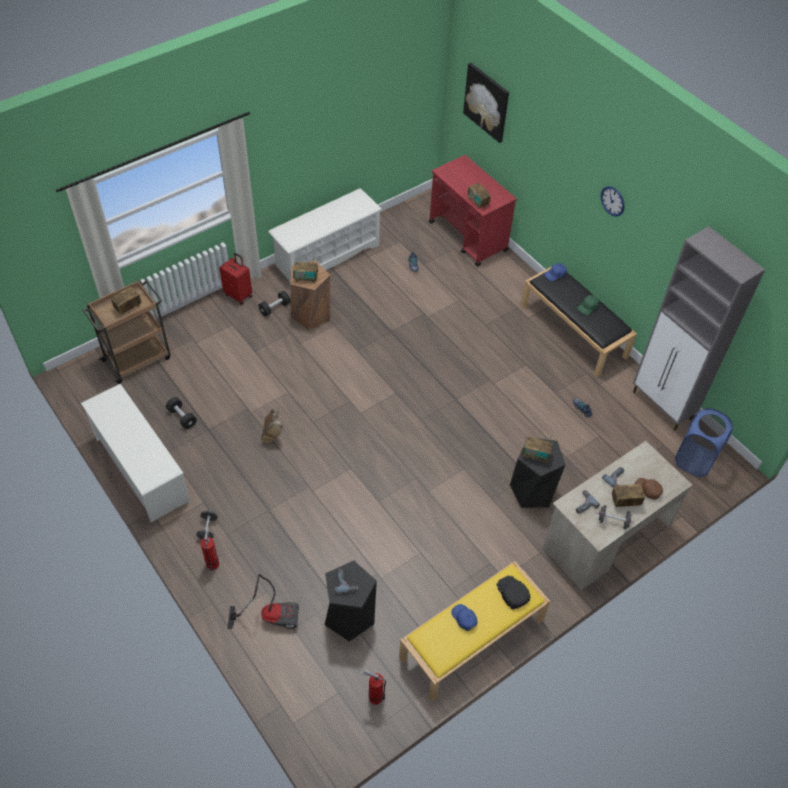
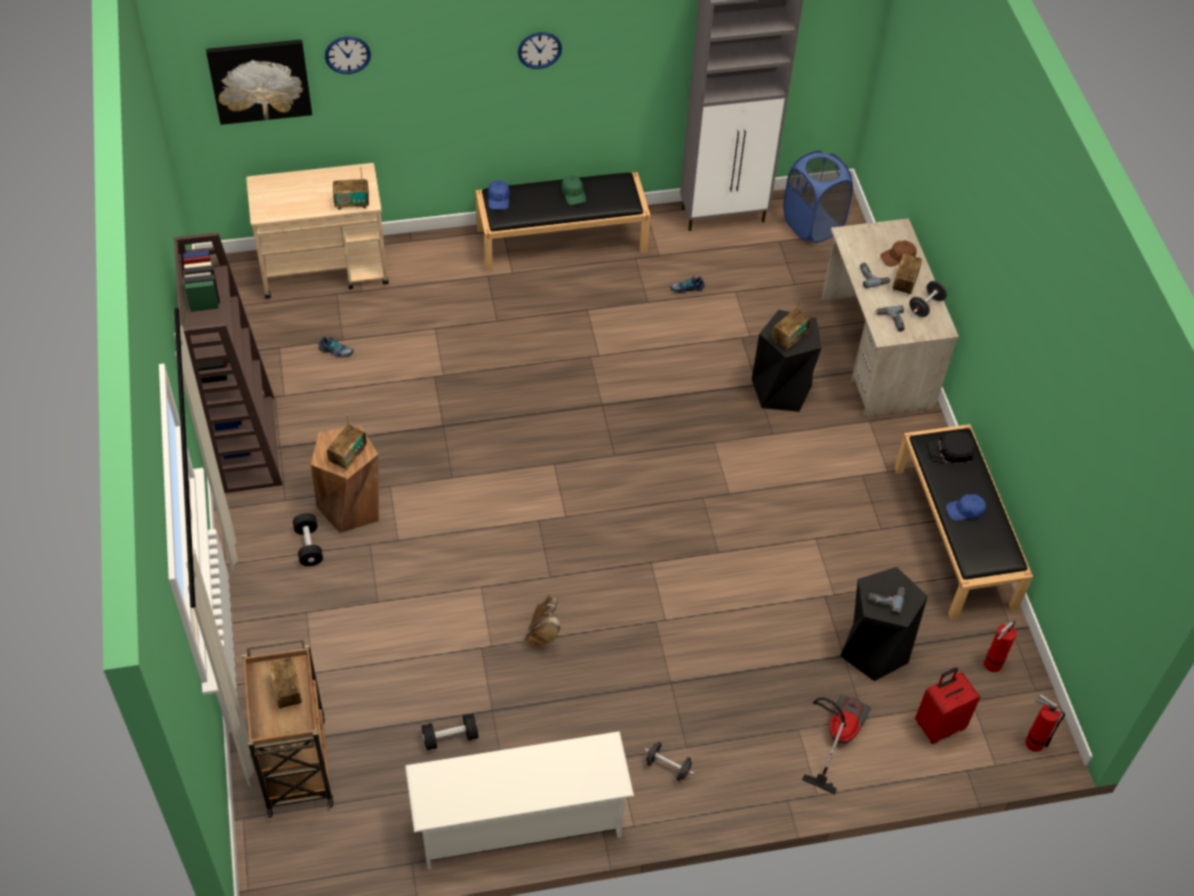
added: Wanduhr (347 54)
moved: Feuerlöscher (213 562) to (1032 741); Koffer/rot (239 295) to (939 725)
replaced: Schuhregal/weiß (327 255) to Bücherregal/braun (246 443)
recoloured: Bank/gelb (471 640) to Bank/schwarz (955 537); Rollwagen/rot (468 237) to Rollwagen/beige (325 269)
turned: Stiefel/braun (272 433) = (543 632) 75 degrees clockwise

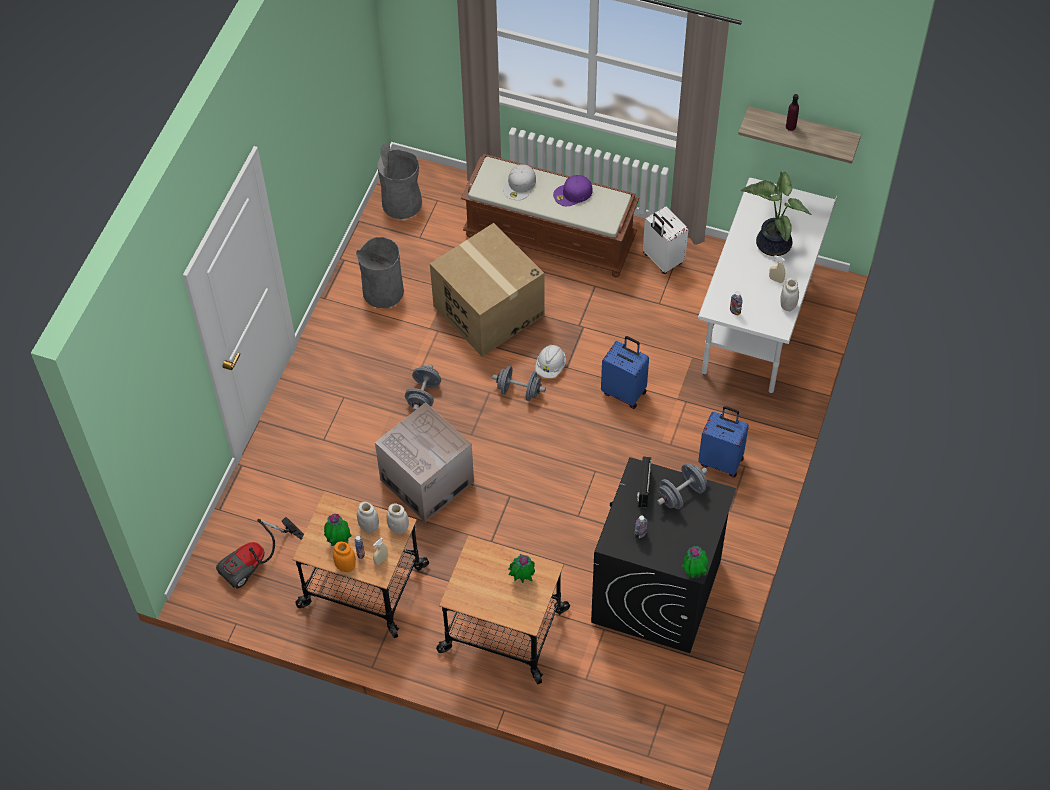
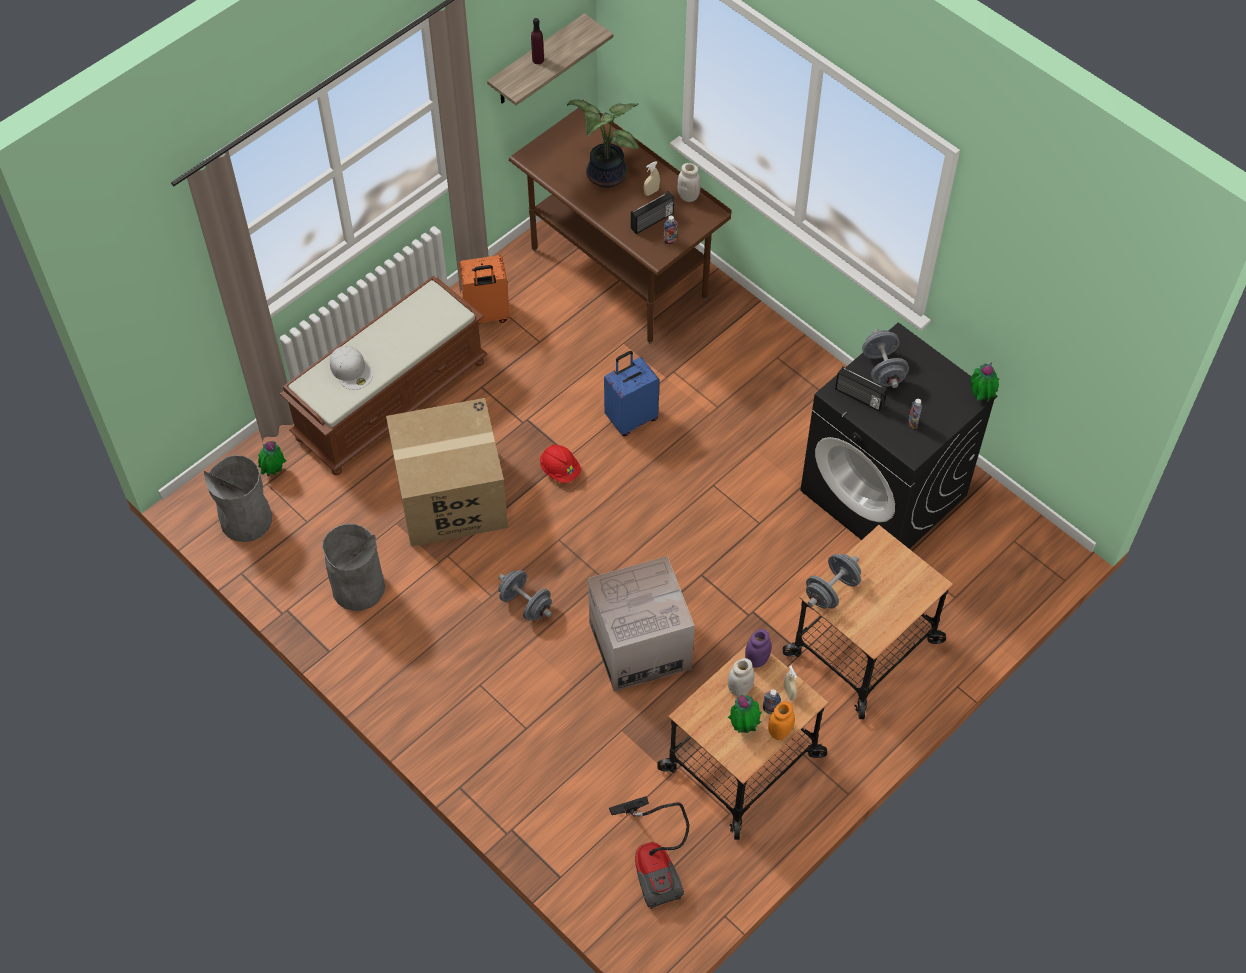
removed: Kappe/lila (572 193); Koffer/blau (721 461)
added: Radio (652 221)
moved: Hantel/grau (519 391) to (831 590); Topfpflanze (522 578) to (274 472)
recoloured: Vorratsglas/weiß (398 528) to Vorratsglas/lila (756 659); Schutzhelm/weiß (550 366) to Schutzhelm/rot (560 470); Koffer/weiß (662 260) to Koffer/orange (486 315); Schreibtisch/weiß (757 326) to Schreibtisch/braun (619 274)

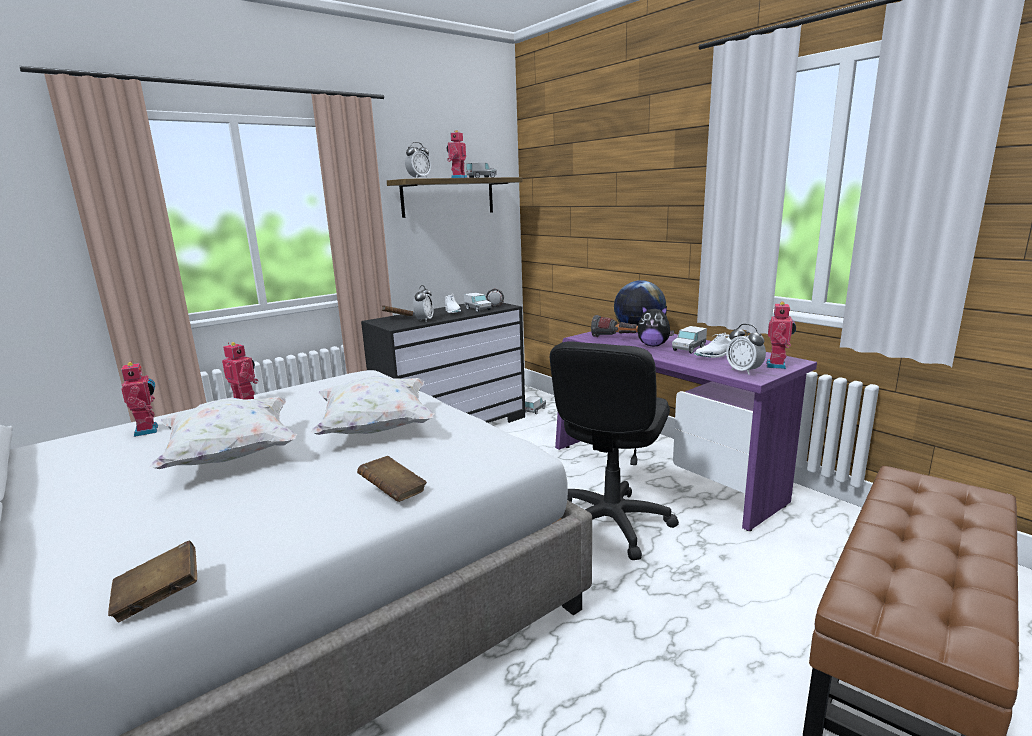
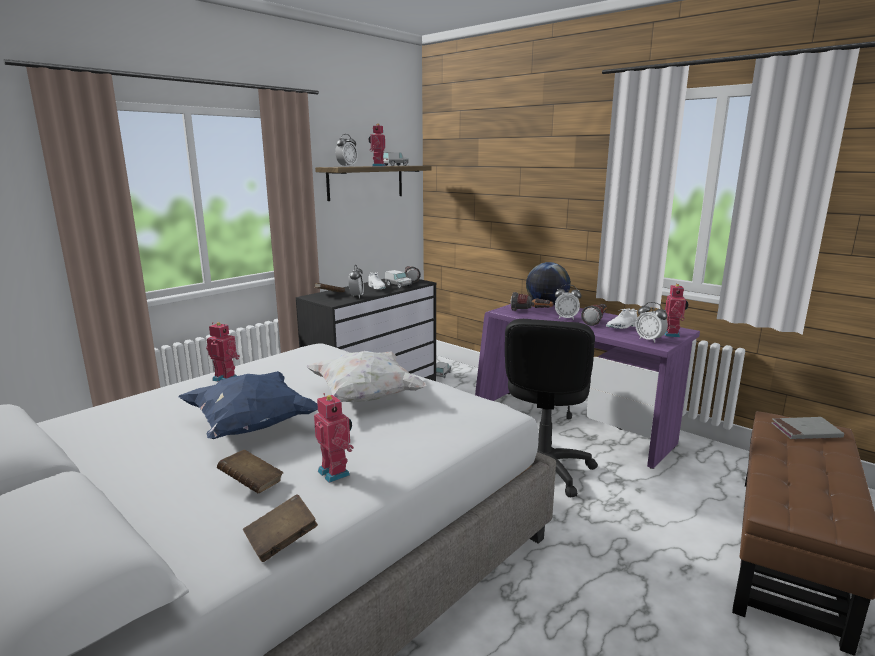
added: Buch/grau (806 431)
moved: Spielzeugroboter (148 430) to (336 472); Buch/braun (393 492) to (252 484)
replaced: Plüschtier (653 345) to Wecker (566 318); Spielzeuglaster (689 349) to Taschenlampe (596 321)
recoloured: Kissen/weiß (232 456) to Kissen/blau (252 425)

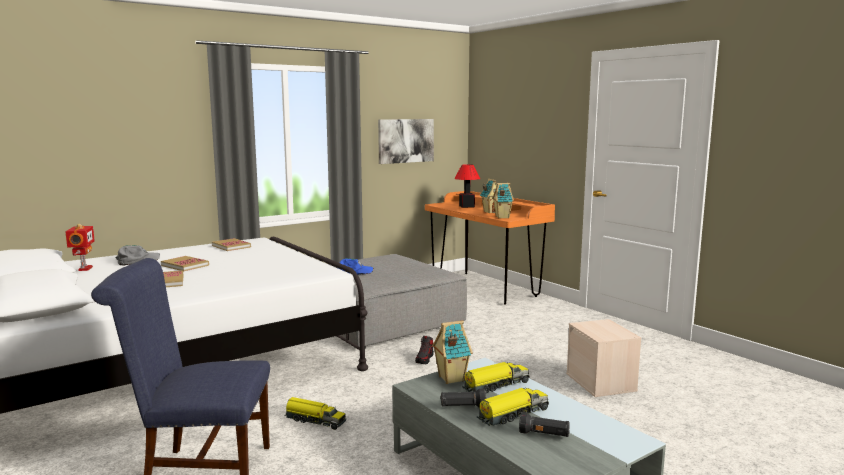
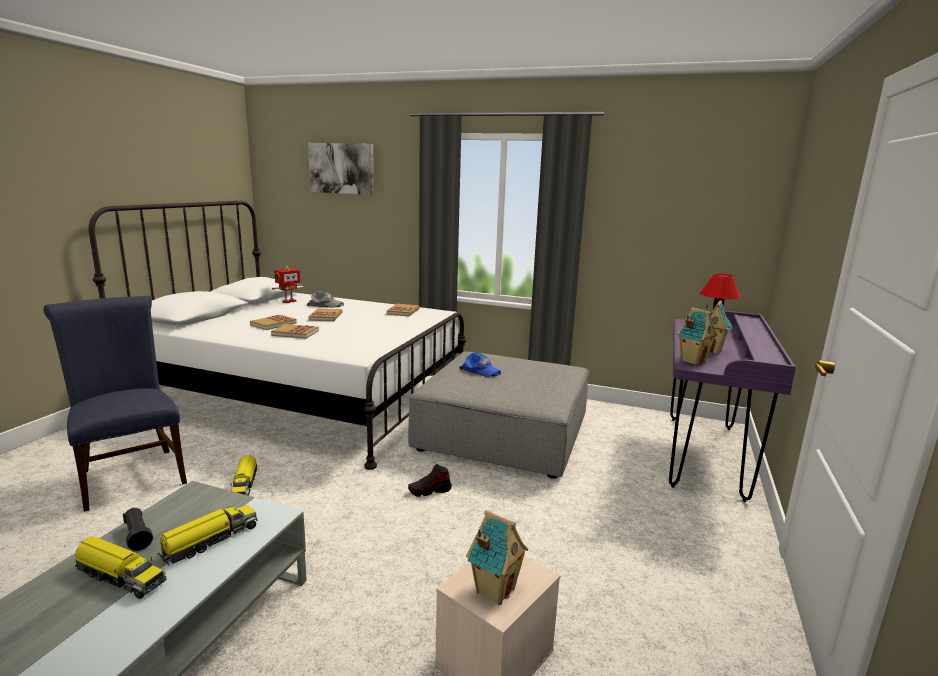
removed: Taschenlampe/schwarz (544 435)
added: Buch (295 333)
moved: Bild (405 140) to (342 168); Spielzeughaus (450 378) to (494 590)
recoloured: Schreibtisch/orange (484 287) to Schreibtisch/lila (705 455)
turned: Spielzeuglaster (495 385) = (209 541) 75 degrees counterclockwise

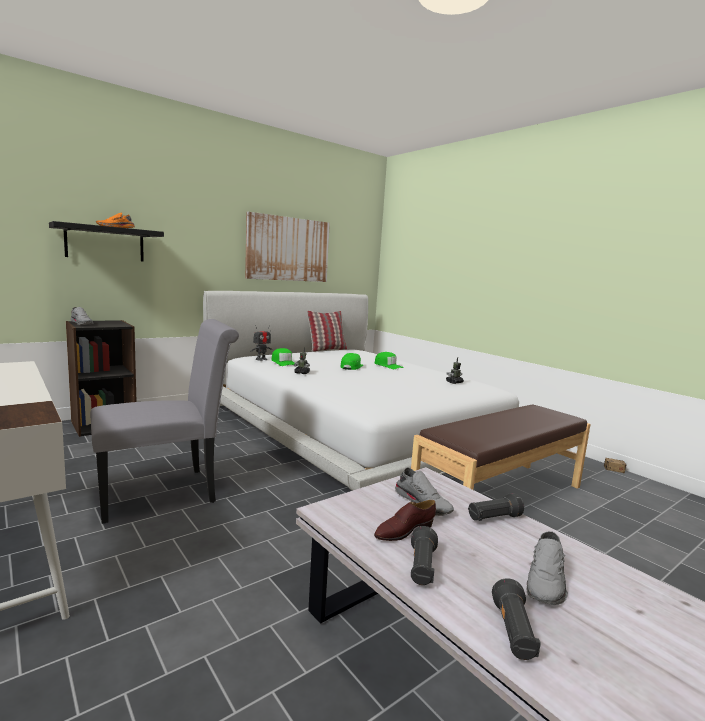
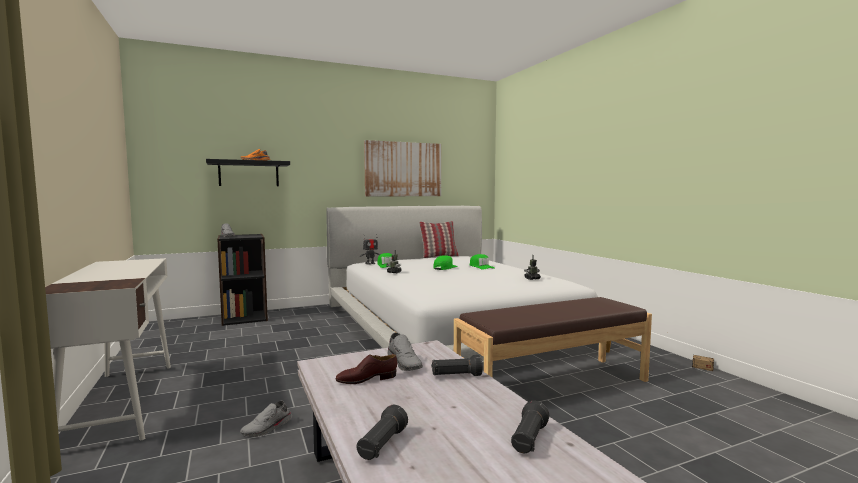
removed: Stuhl/grau (166 492)
moved: Taschenlampe/schwarz (421 568) to (529 440); Schuh/grau (547 582) to (267 428)

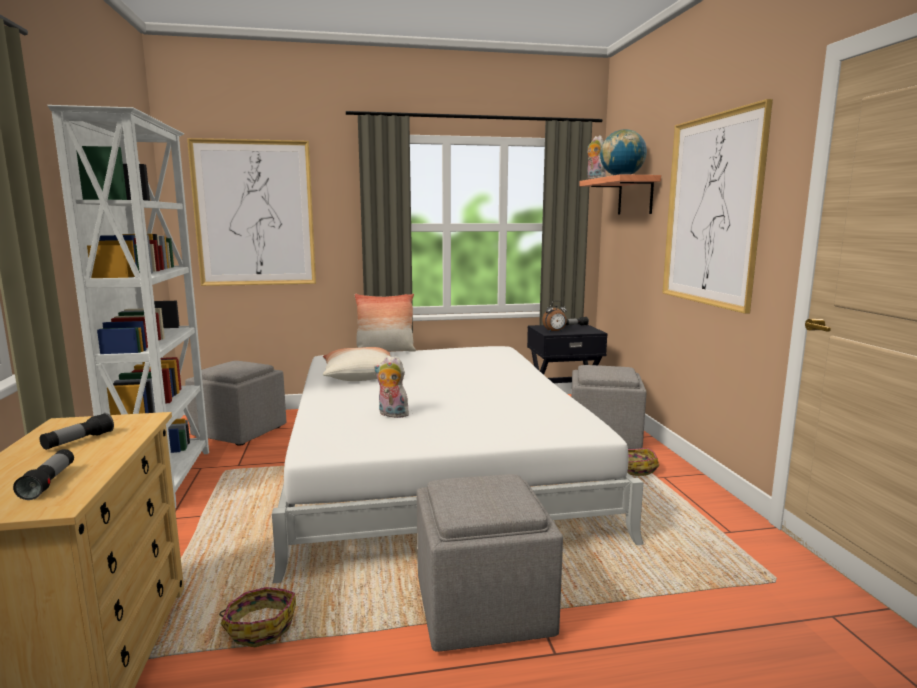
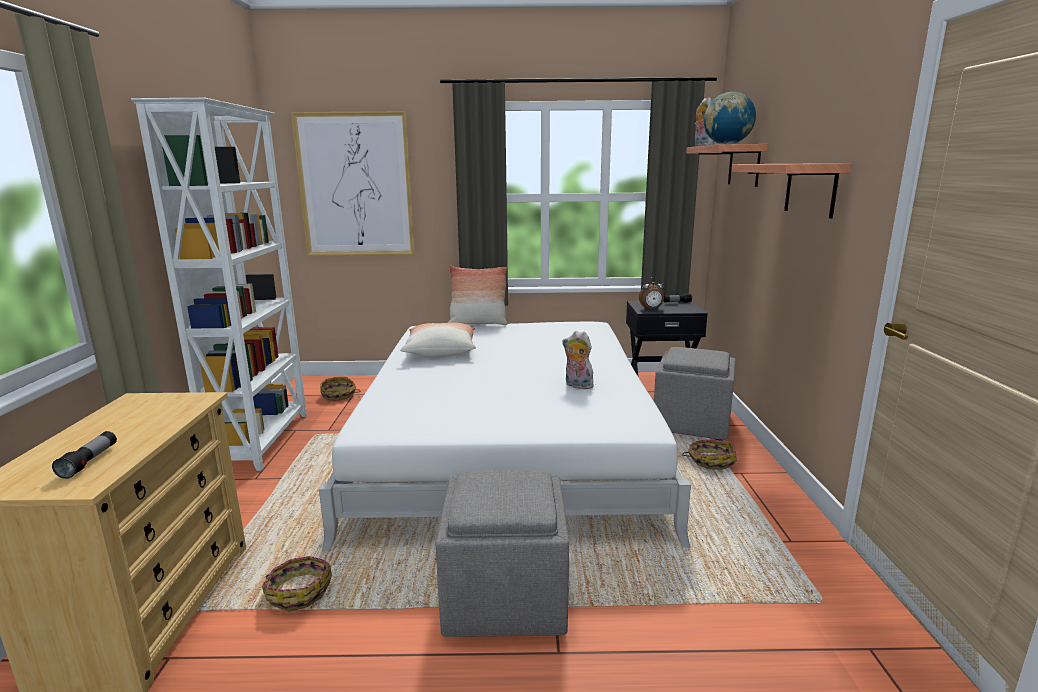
removed: Taschenlampe (78 441)
moved: Plüschtier (391 415) to (577 386)
replaced: Polsterhocker/grau (238 431) to Korb (339 395); Bild (711 211) to Wandregal (810 189)

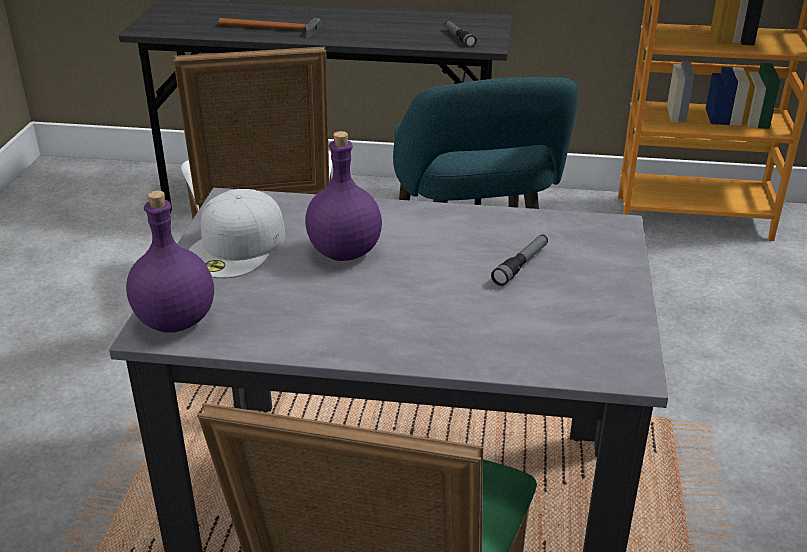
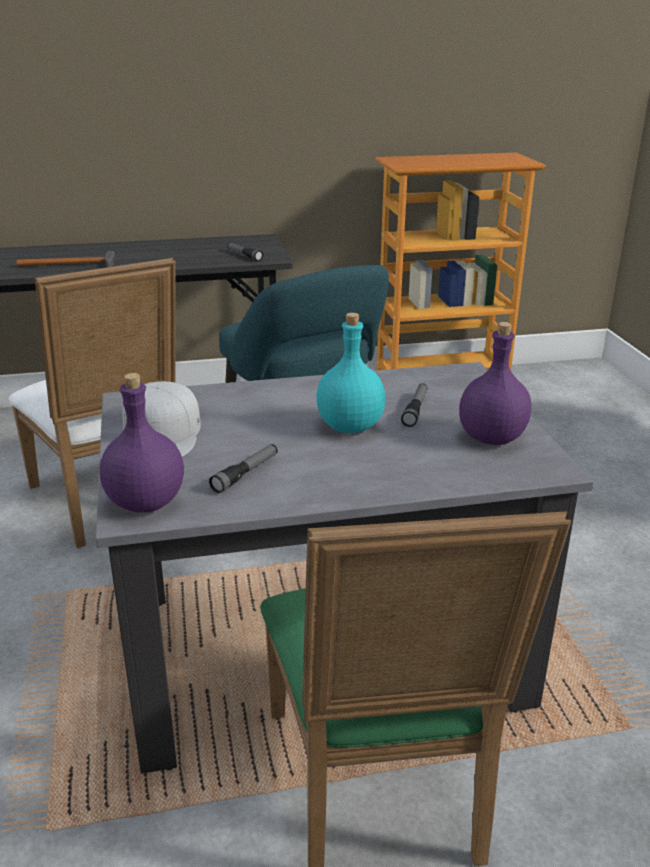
added: Taschenlampe (246 473); Flasche/türkis (350 426)
moved: Flasche/lila (346 252) to (492 437)

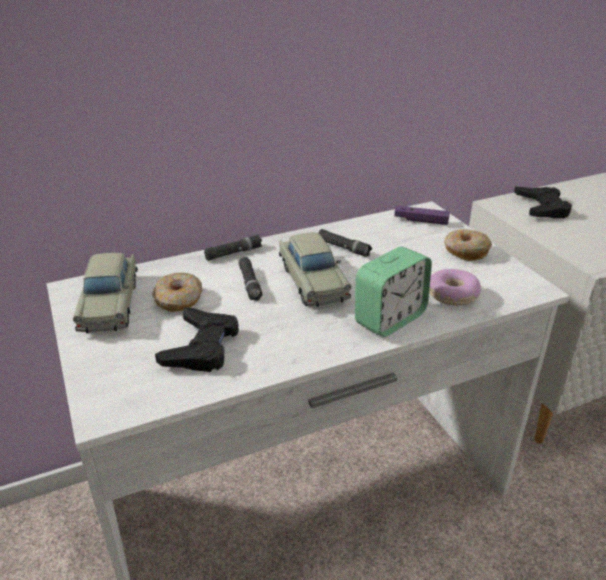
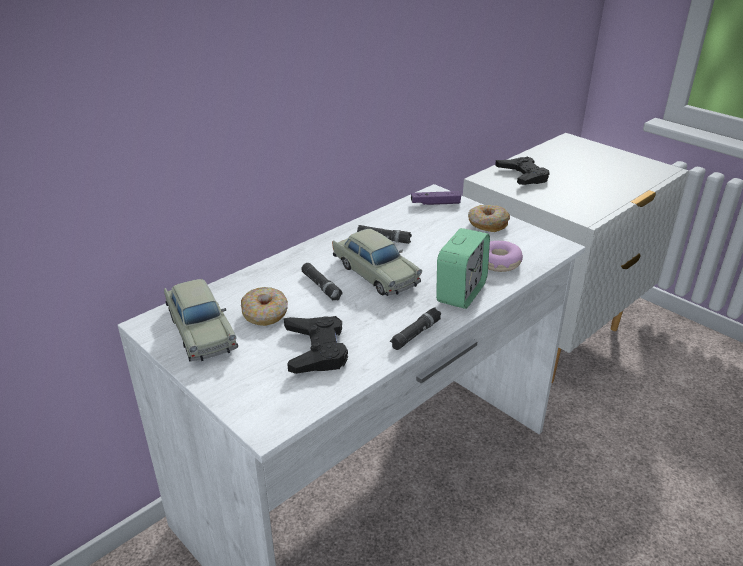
moved: Taschenlampe/schwarz (233 253) to (415 334)

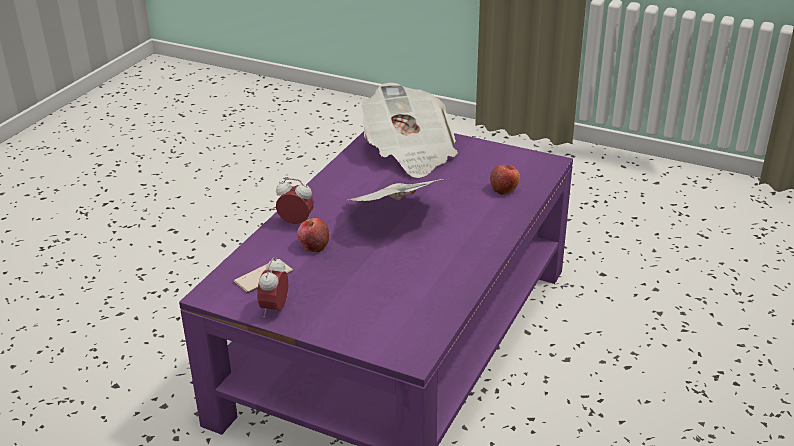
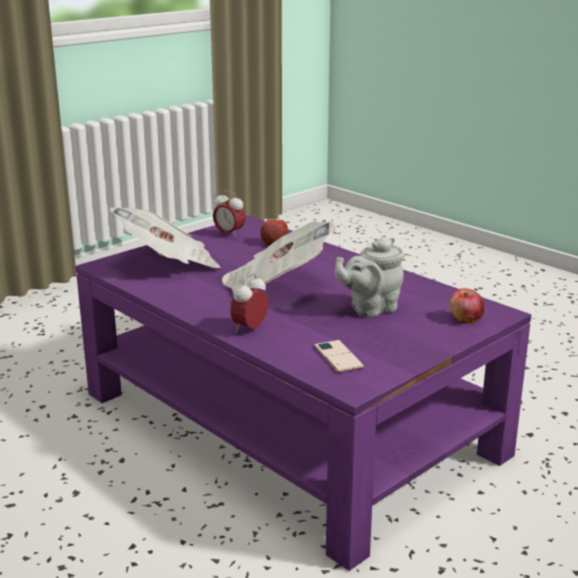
added: Teekanne/grau (370 309)
moved: Wecker (275 309) to (229 234); Apfel (314 246) to (465 319)

